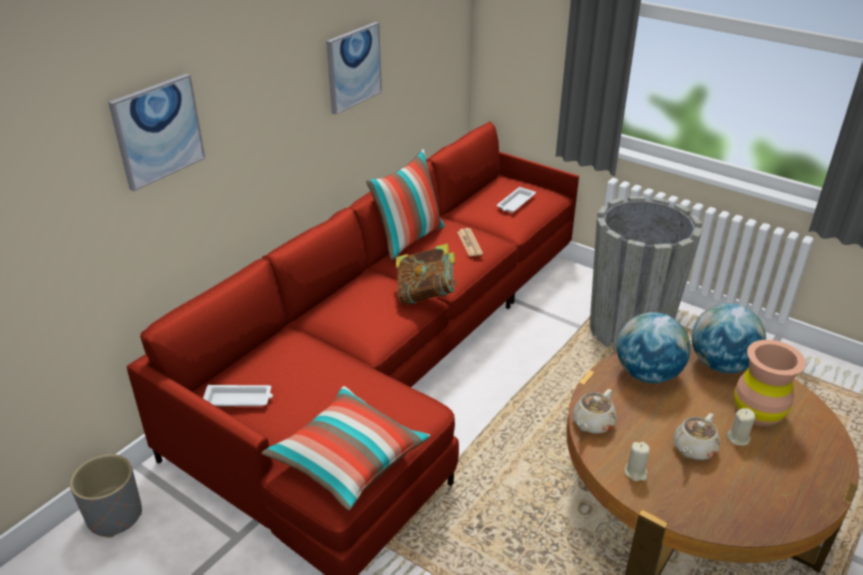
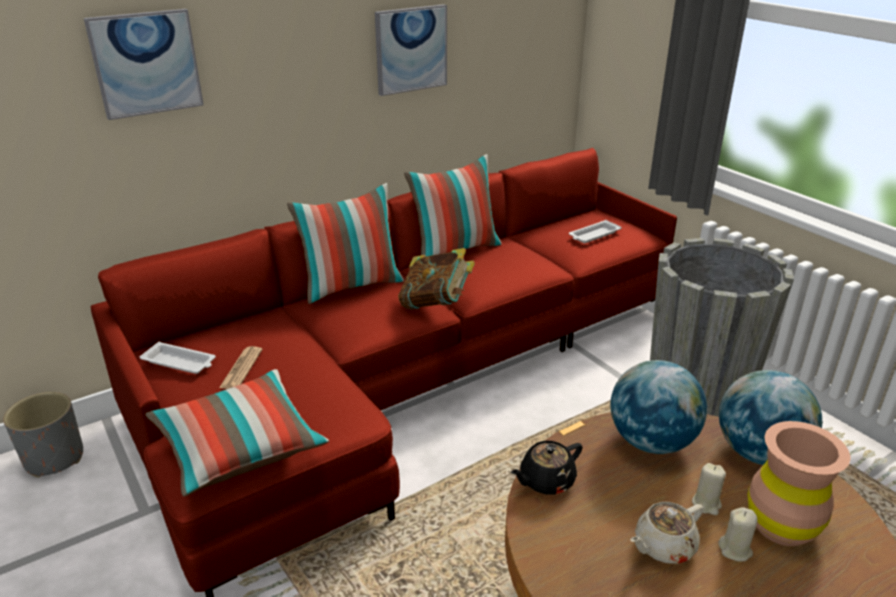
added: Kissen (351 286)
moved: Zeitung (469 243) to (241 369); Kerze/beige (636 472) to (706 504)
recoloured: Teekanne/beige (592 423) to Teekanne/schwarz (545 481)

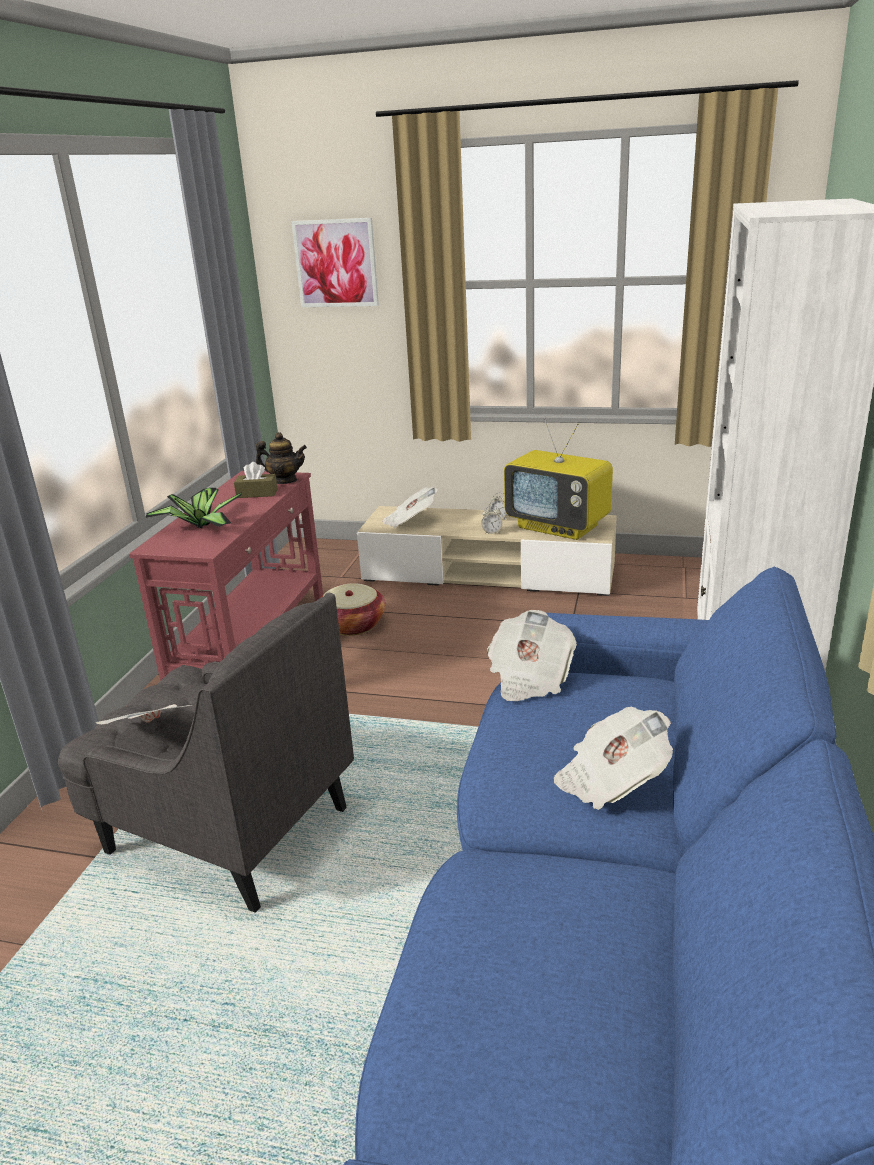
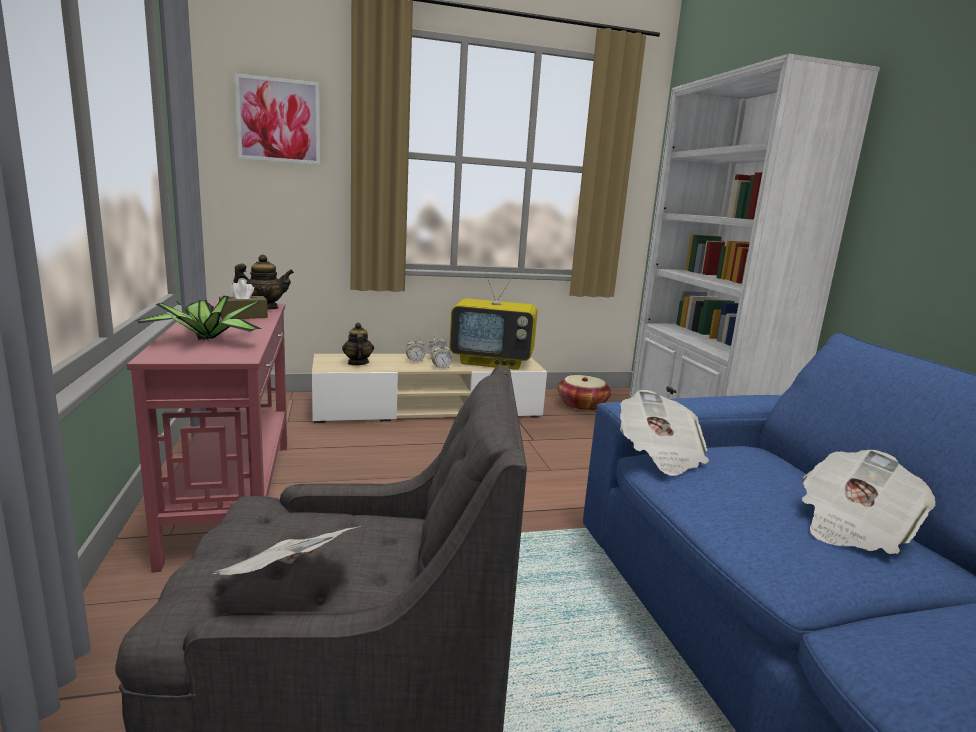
added: Wecker (415 361)
moved: Korb (352 625) to (582 405)
replaced: Zeitung (410 521) to Teekanne (357 363)

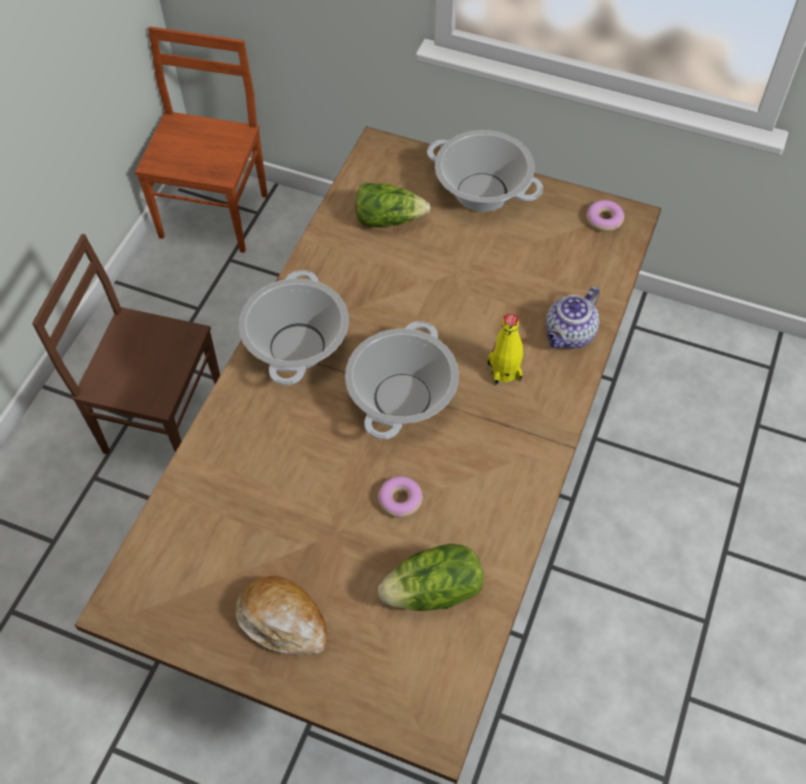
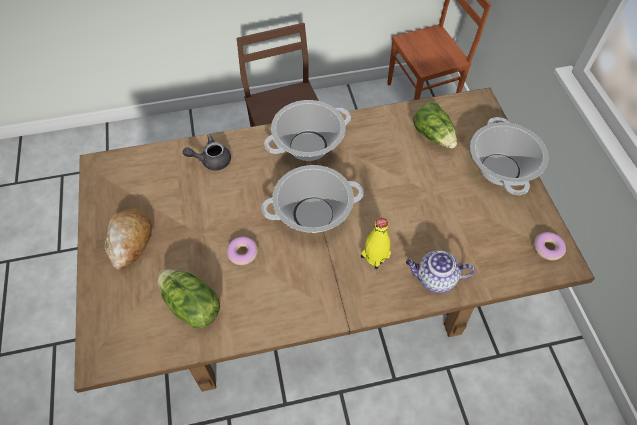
added: Teekanne/grau (211 160)

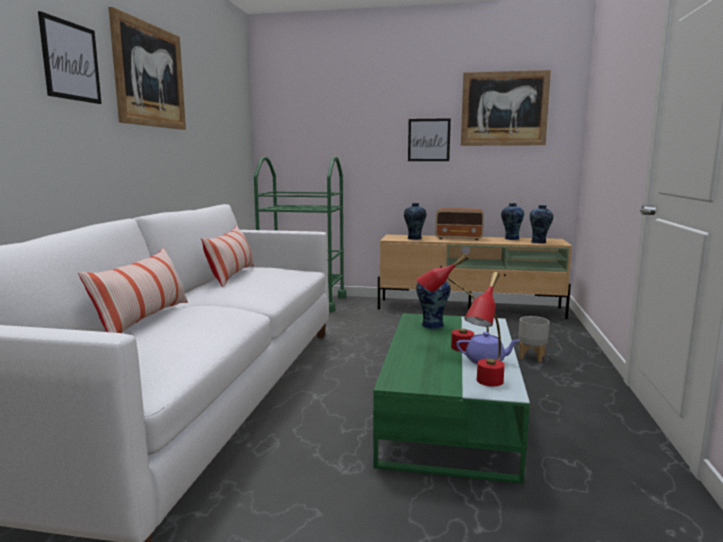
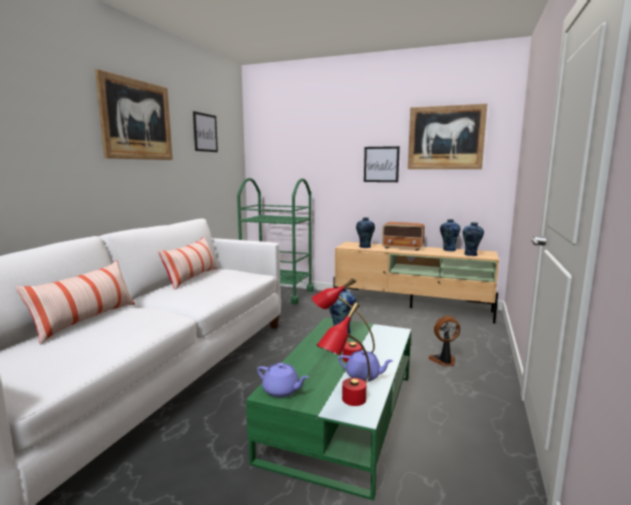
added: Teekanne/lila (282 390)
moved: Bild (71 61) to (205 132)
replaced: Pflanzkübel/grau (531 357) to Ventilator (444 361)

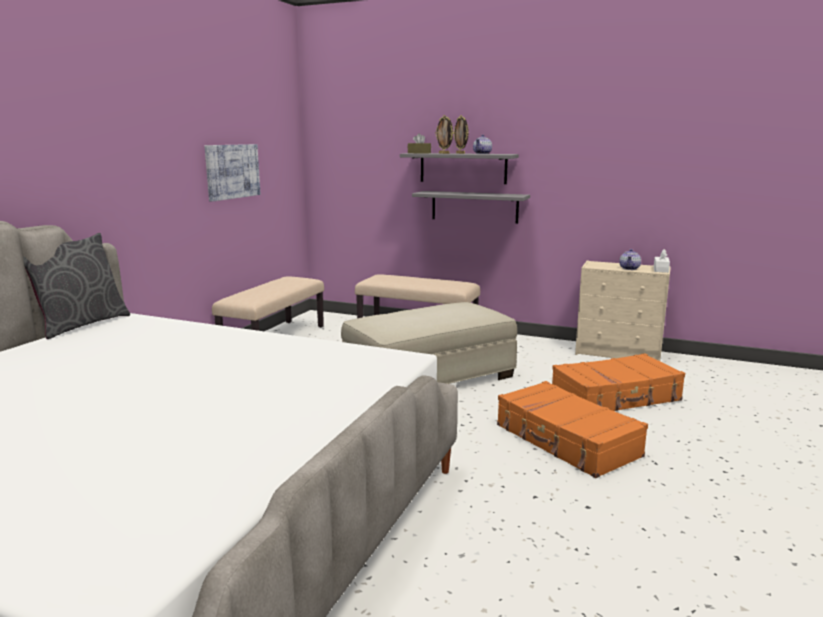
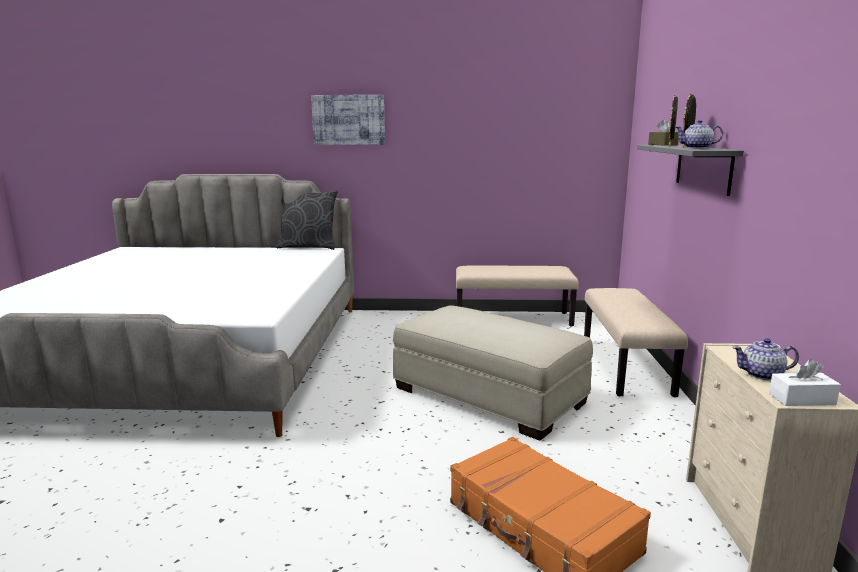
removed: Wandregal/grau (474 207); Koffer/orange (566 441)
moved: Bild (232 171) to (348 120)

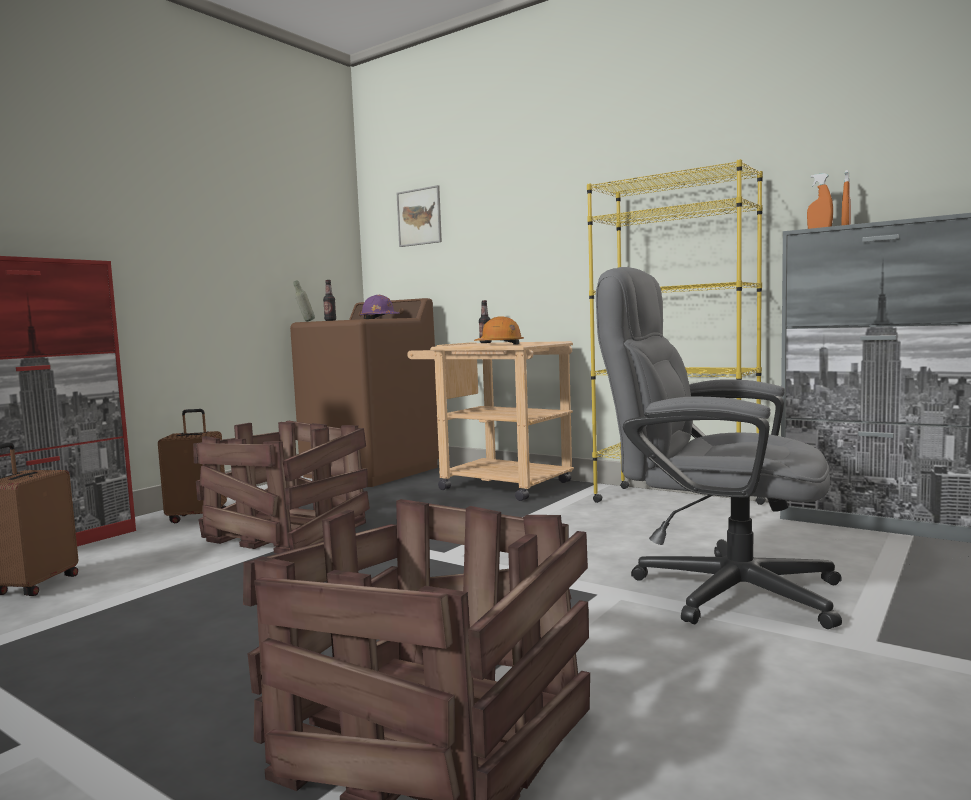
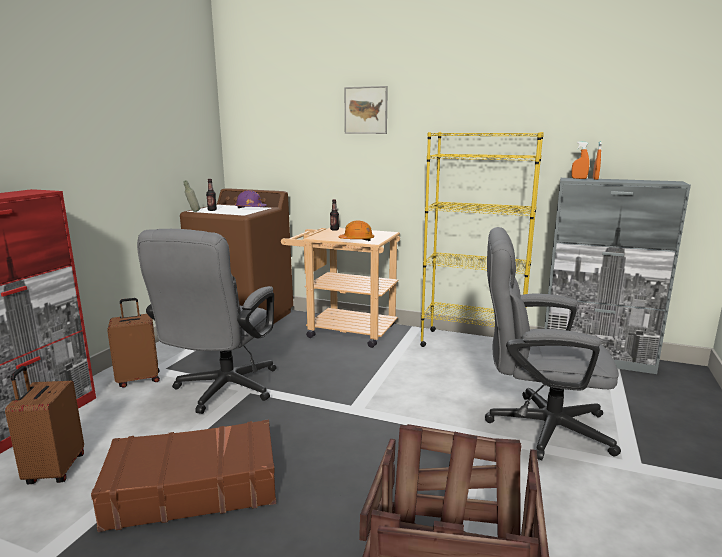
added: Koffer/braun (193 487)
moved: Bild (419 217) to (365 110)
replaced: Kiste (286 532) to Bürostuhl/grau (222 391)

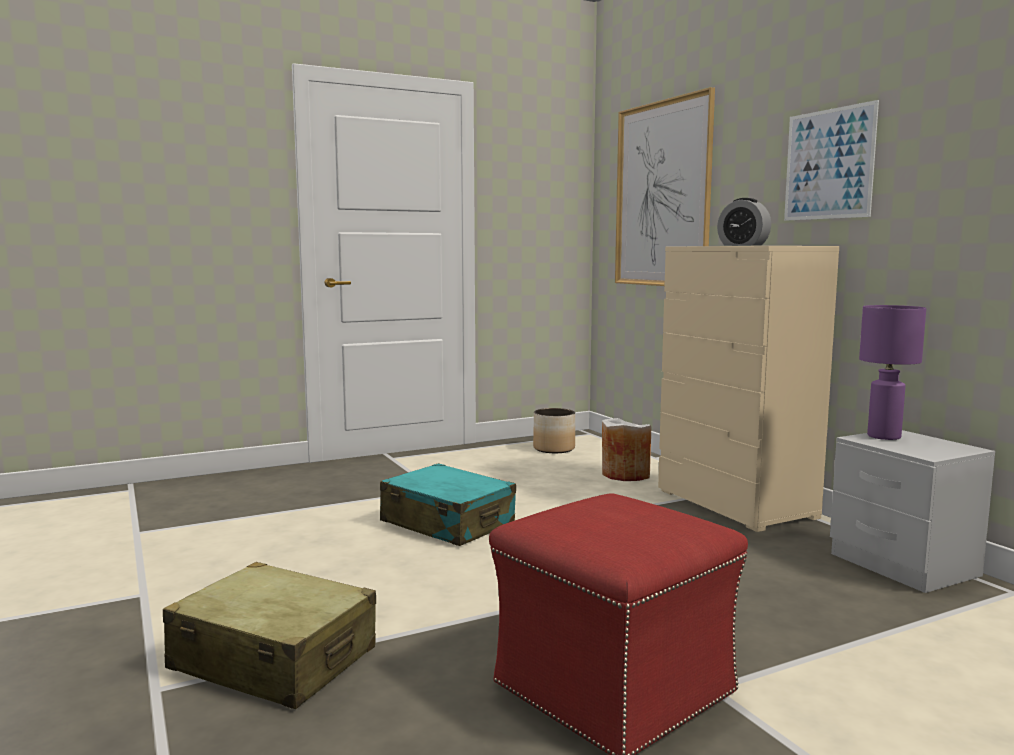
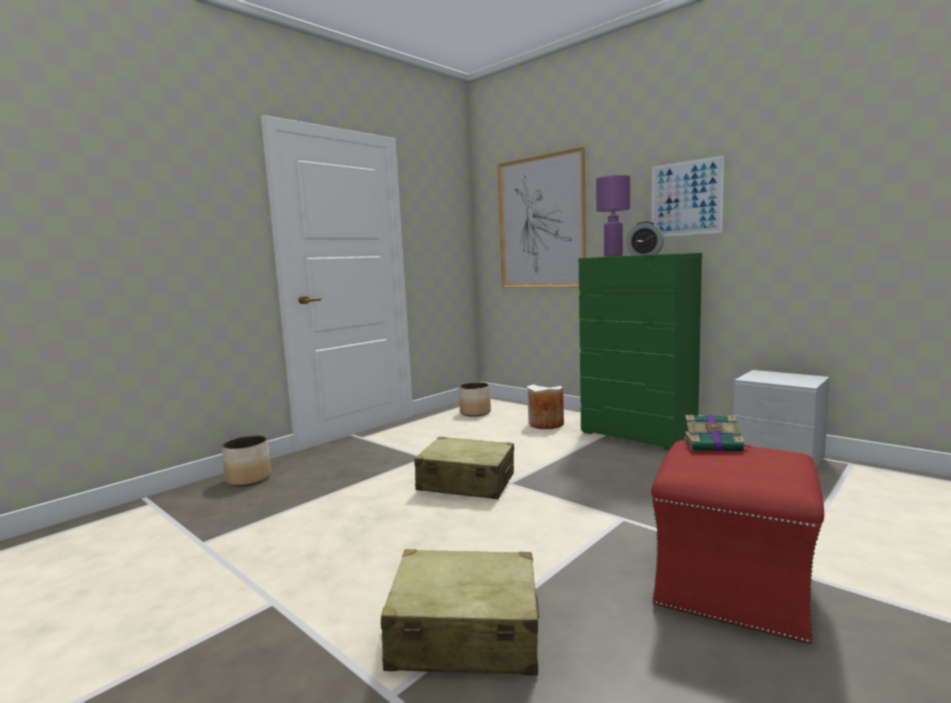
added: Pflanzkübel (249 478); Buch (714 445)
moved: Tischlampe/lila (884 437) to (613 256)
recoloured: Koffer/türkis (448 523) to Koffer/beige (466 483); Kommode/beige (736 504) to Kommode/grün (638 434)

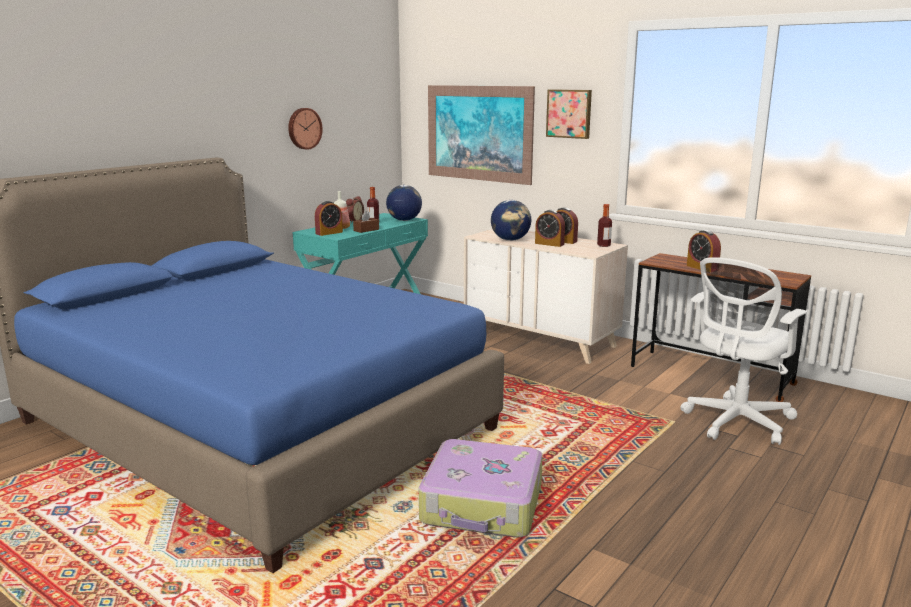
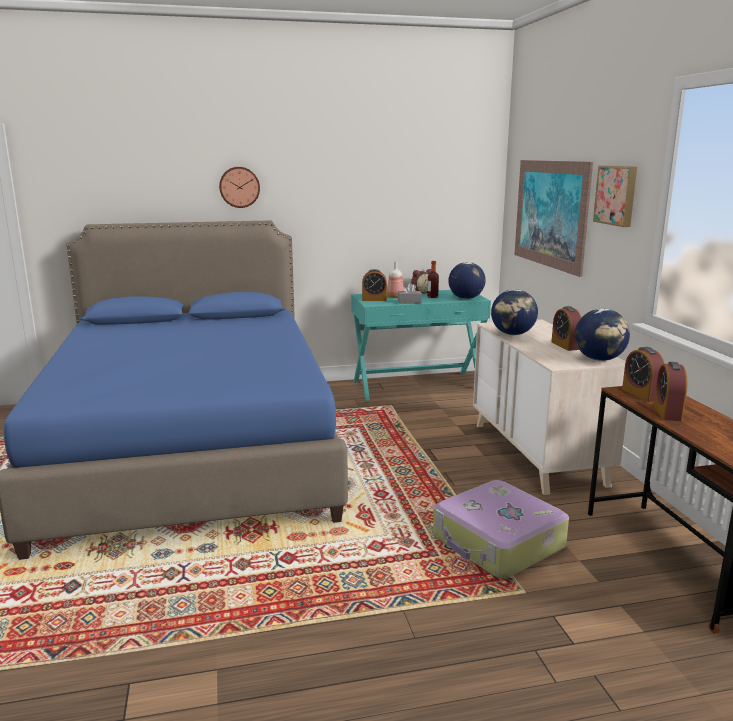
removed: Bürostuhl/weiß (735 423)
moved: Wanduhr (304 128) to (239 187); Koffer (483 504) to (498 543); Wecker (549 244) to (641 394)
replaced: Flasche (603 245) to Globus (599 359)
recoloured: Taschentuchbox/braun (366 230) to Taschentuchbox/grau (409 302)

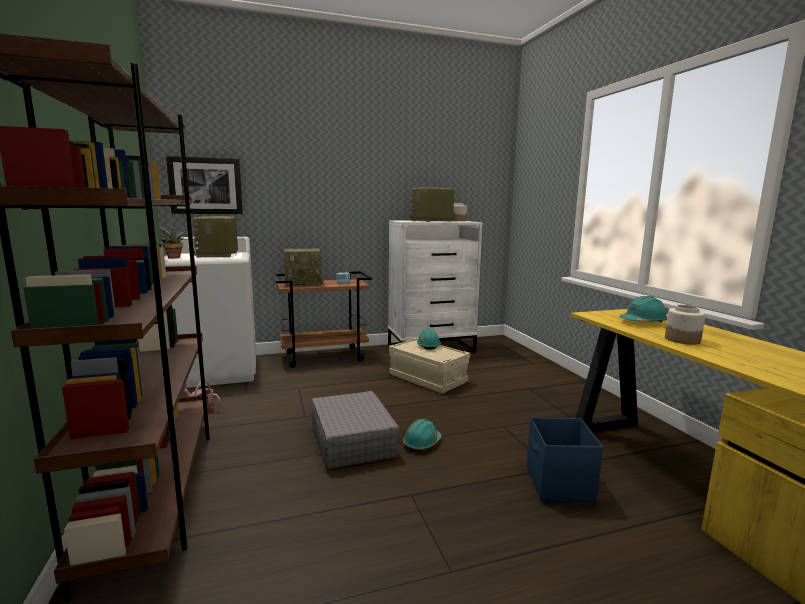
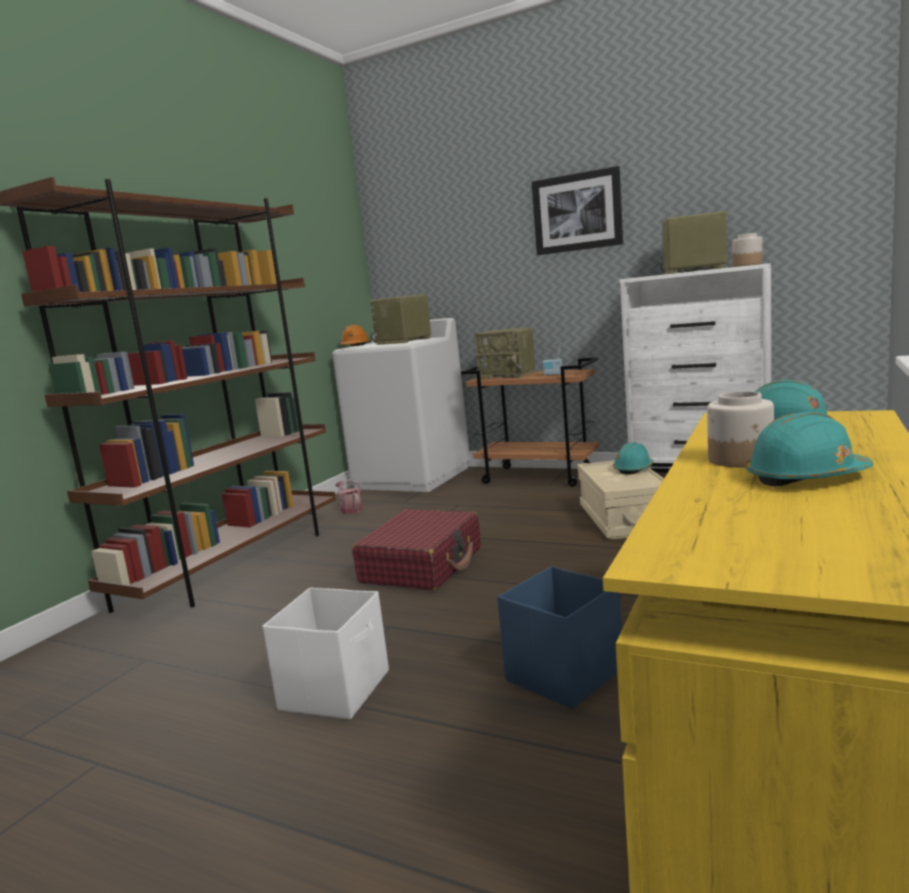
added: Aufbewahrungsbox/weiß (336 689)
moved: Bild (206 186) to (577 212); Schutzhelm/türkis (422 443) to (805 478)
replaced: Topfpflanze (173 258) to Schutzhelm/orange (355 346)
recoloured: Koffer/grau (352 441) to Koffer/rot (422 565)

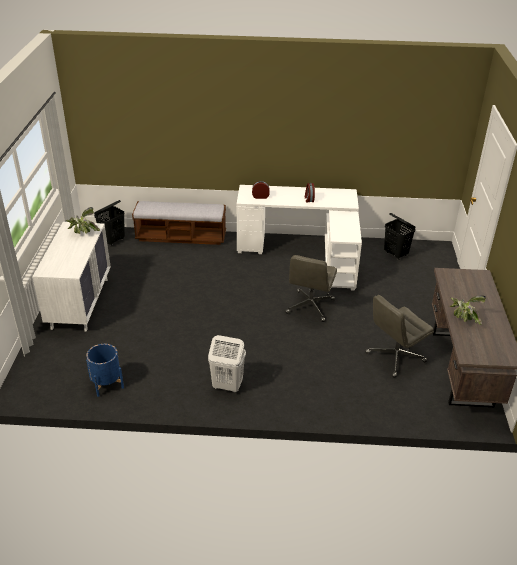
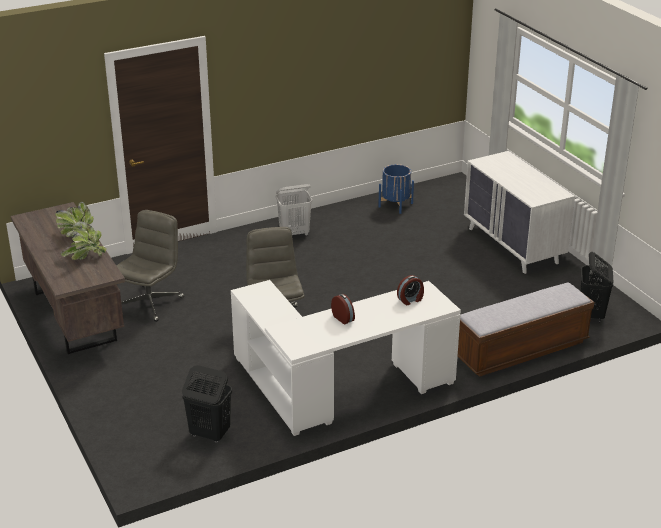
moved: Topfpflanze (83 233) to (85 256)

